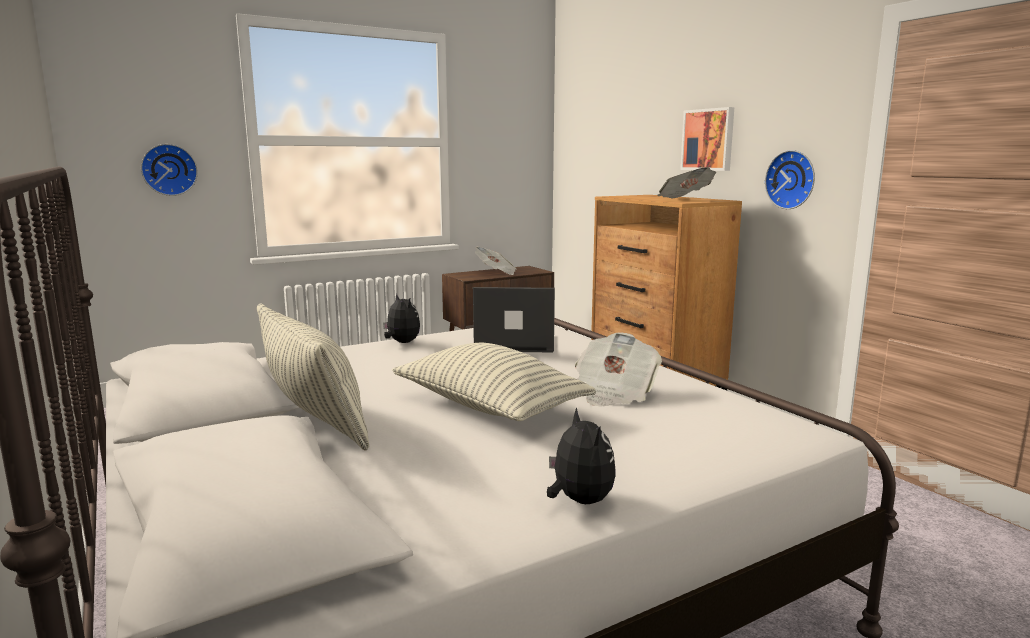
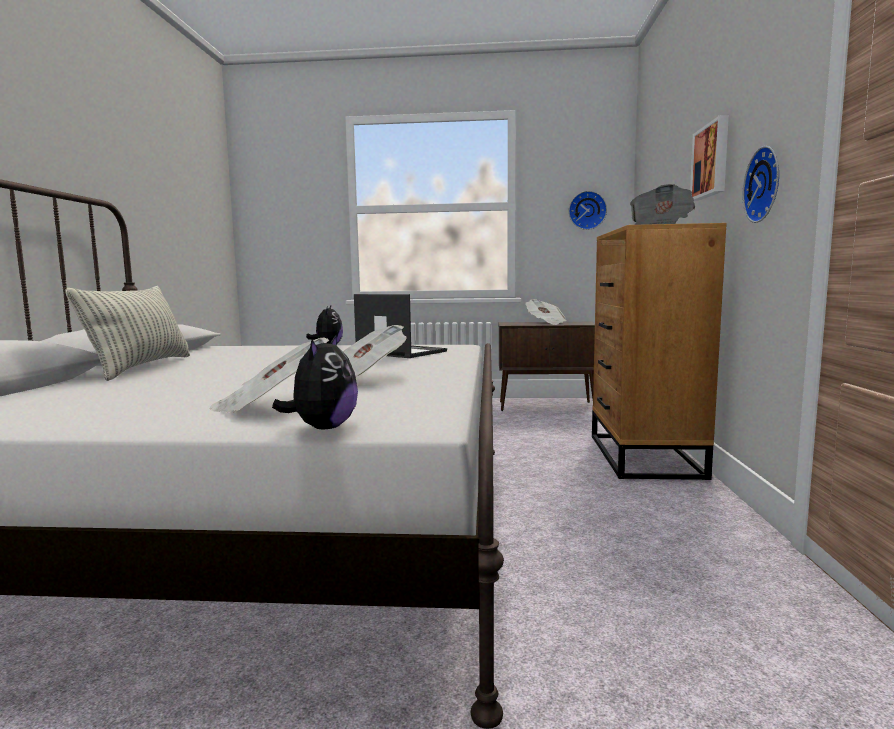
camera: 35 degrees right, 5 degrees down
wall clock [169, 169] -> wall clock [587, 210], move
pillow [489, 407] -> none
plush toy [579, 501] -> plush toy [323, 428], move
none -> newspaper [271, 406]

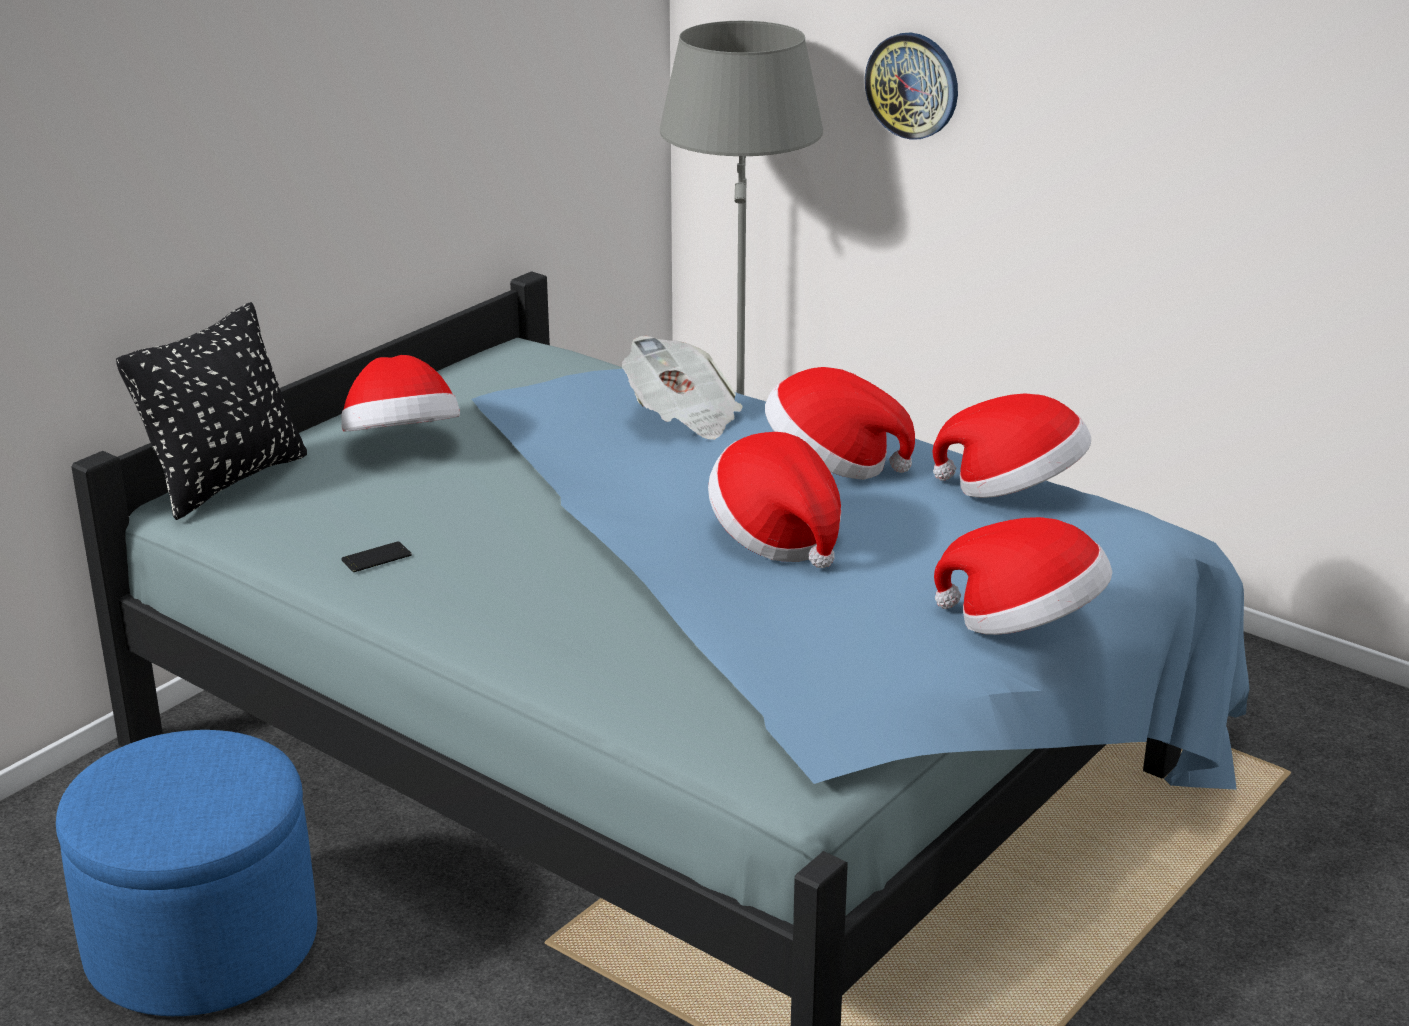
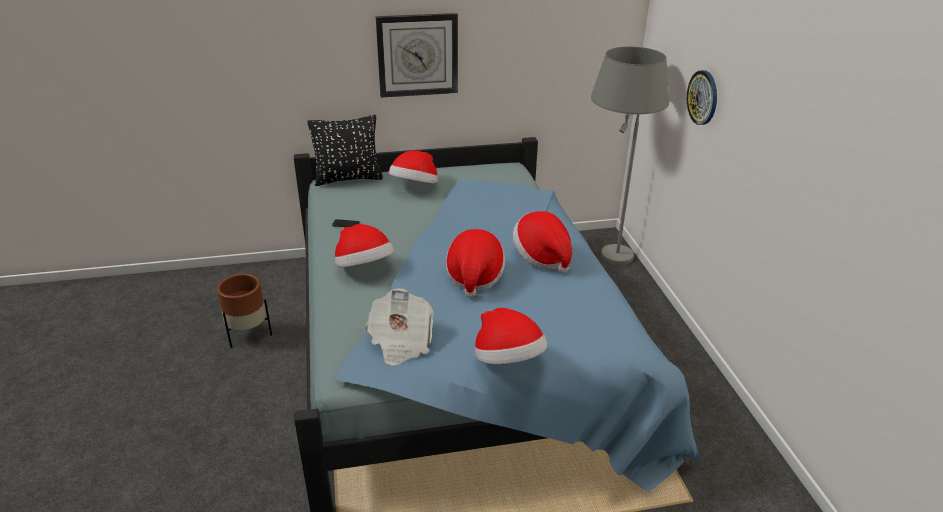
camera: 40 degrees right, 5 degrees up
blue ottoman [202, 944] -> brown planter [248, 334]
newspaper [683, 417] -> newspaper [400, 342], move
hat [1014, 490] -> hat [364, 268], move
none -> wall clock [417, 55]

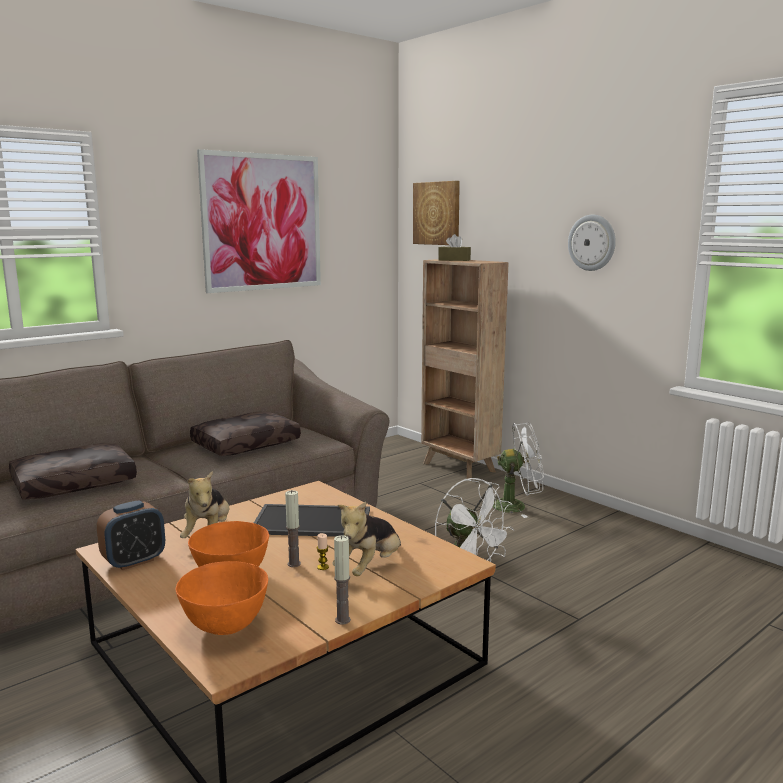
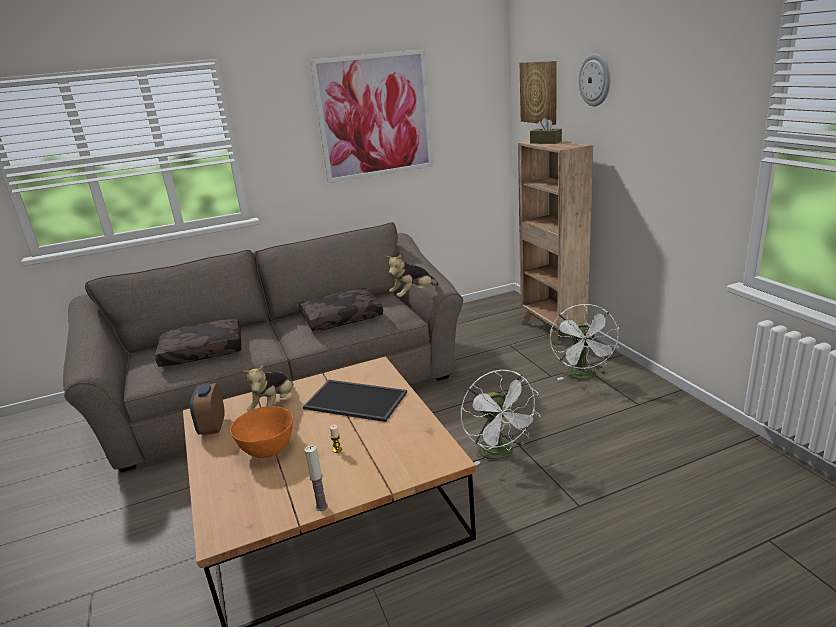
camera: 20 degrees right, 10 degrees up
alarm clock [134, 561] -> alarm clock [212, 427], 105 degrees clockwise
orange bowl [226, 626] -> none
candle [294, 564] -> none
plush toy [370, 567] -> plush toy [413, 295], move
white fan [516, 506] -> white fan [583, 376], 75 degrees clockwise
wall clock [592, 242] -> wall clock [595, 80], move

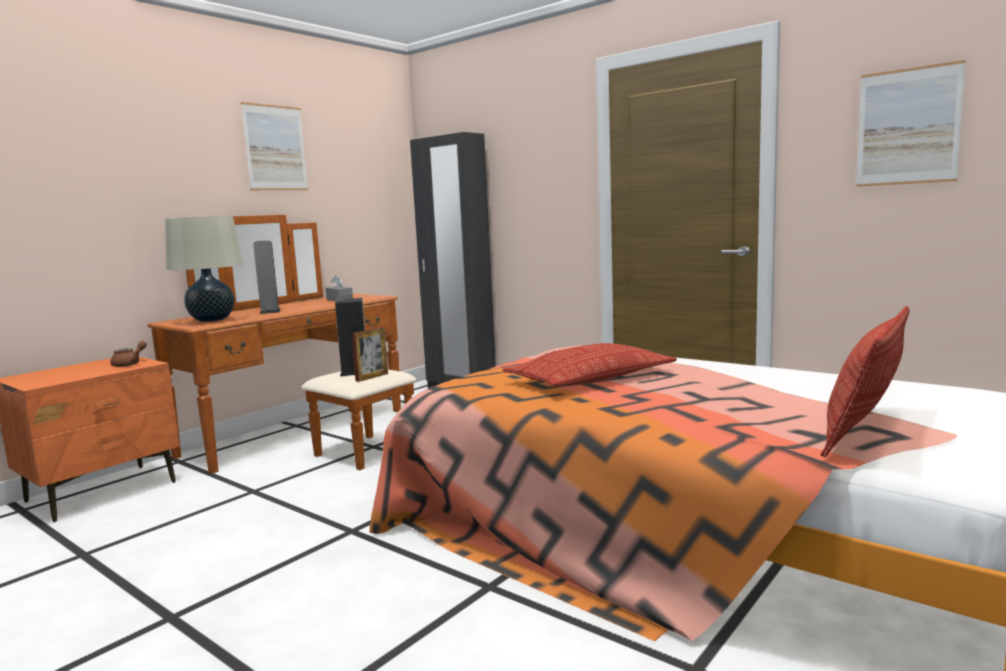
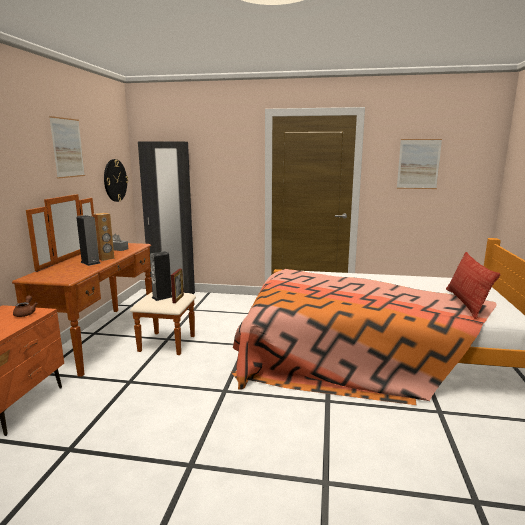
camera: 30 degrees left, 5 degrees up
beige table lamp [212, 320] -> none
pillow [590, 378] -> none
none -> brown speaker [105, 258]
none -> wall clock [115, 180]

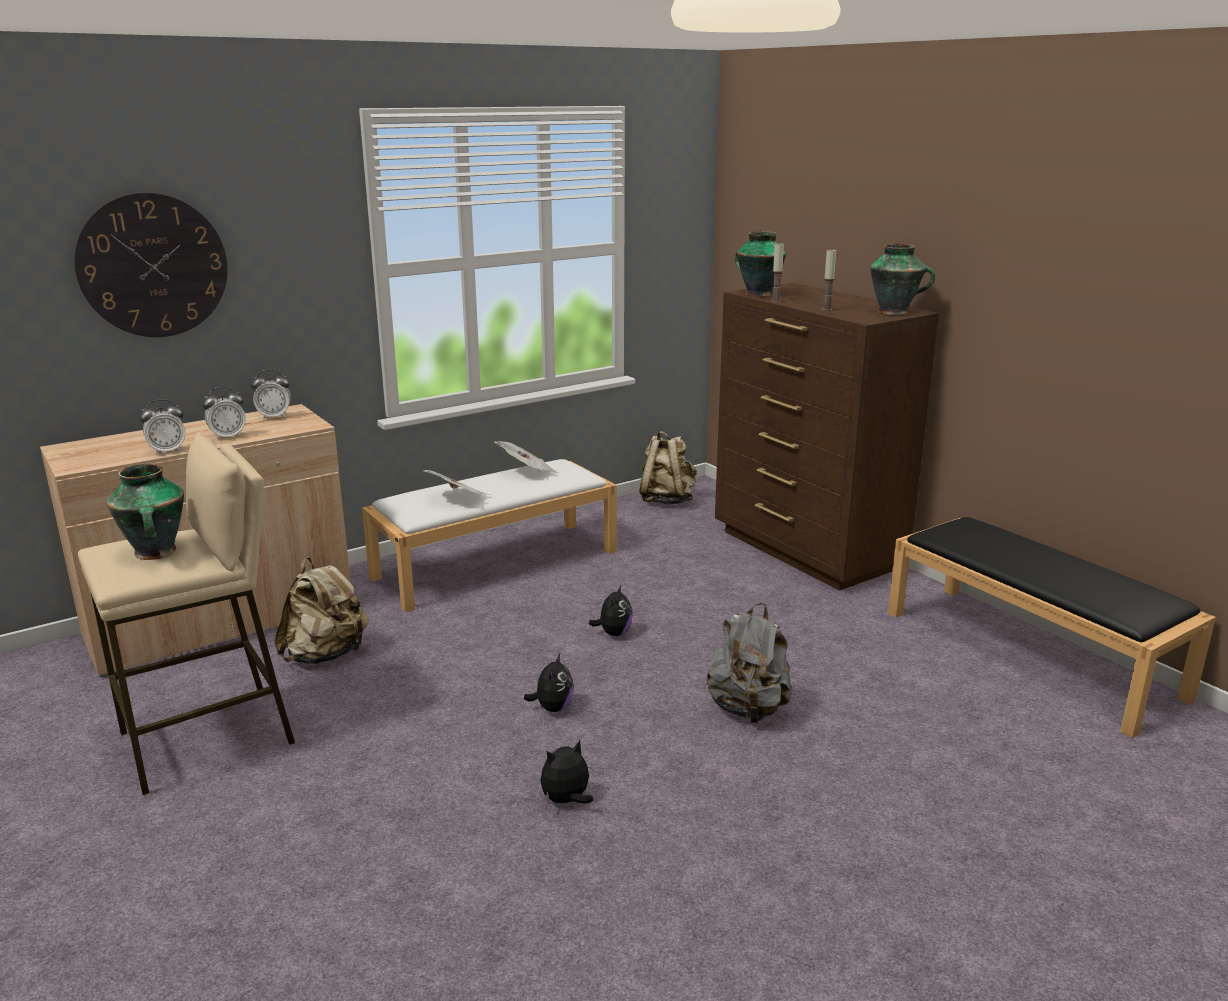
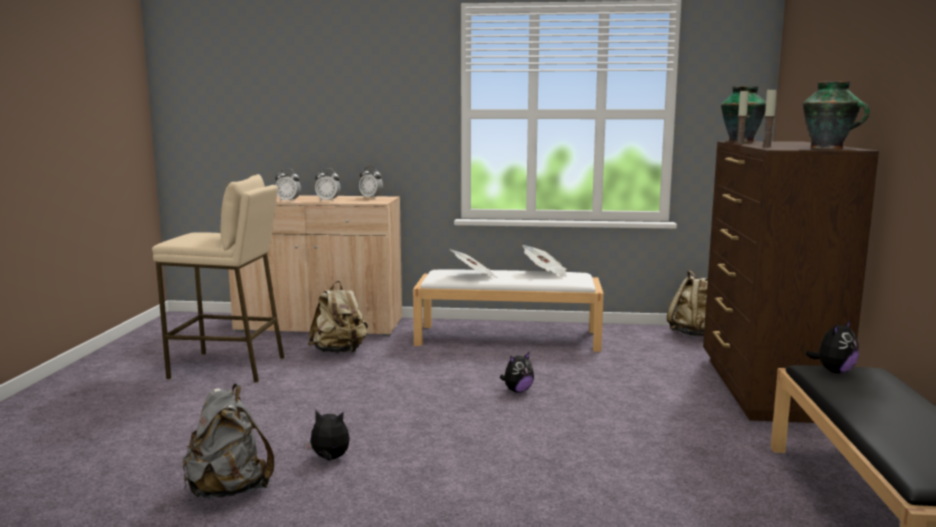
camera: 40 degrees right, 10 degrees down
wall clock [153, 266] -> none
vase [155, 553] -> none
plush toy [552, 708] -> plush toy [833, 371], move
grey backpack [748, 709] -> grey backpack [229, 490], move

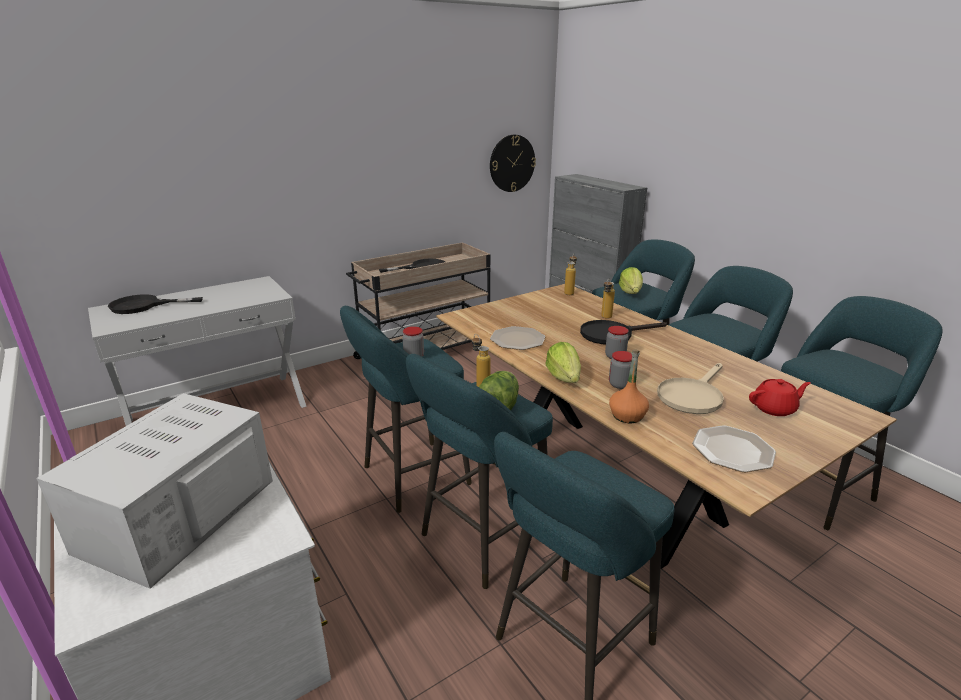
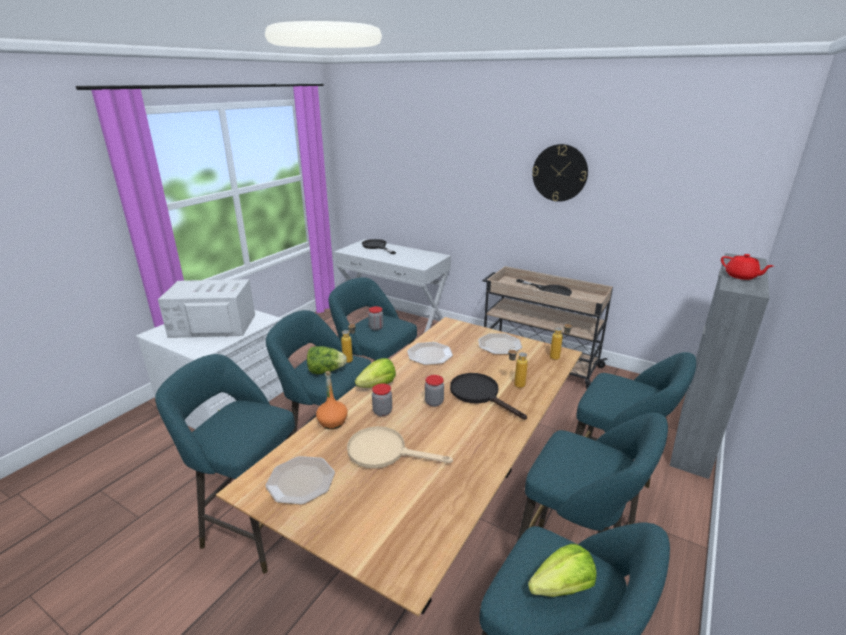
camera: 65 degrees right, 0 degrees up
wall clock [512, 163] -> wall clock [559, 173], move
lettuce [630, 293] -> lettuce [562, 587], move
red teapot [774, 408] -> red teapot [741, 276], move
none -> plate [499, 344]

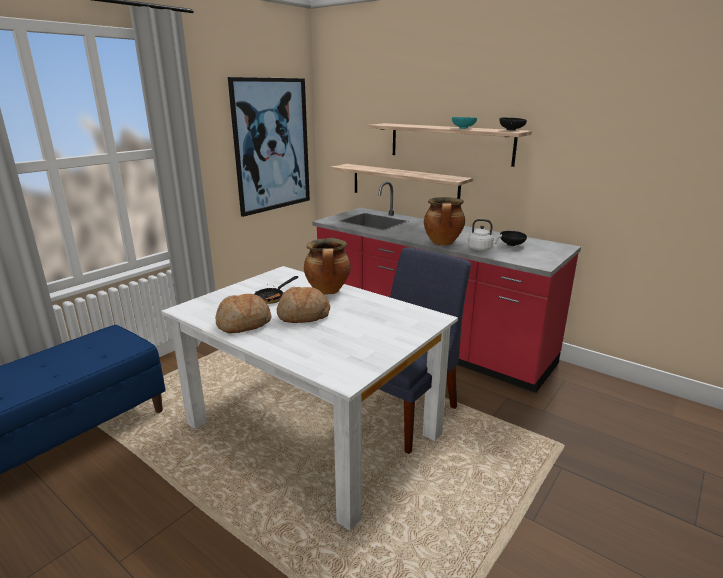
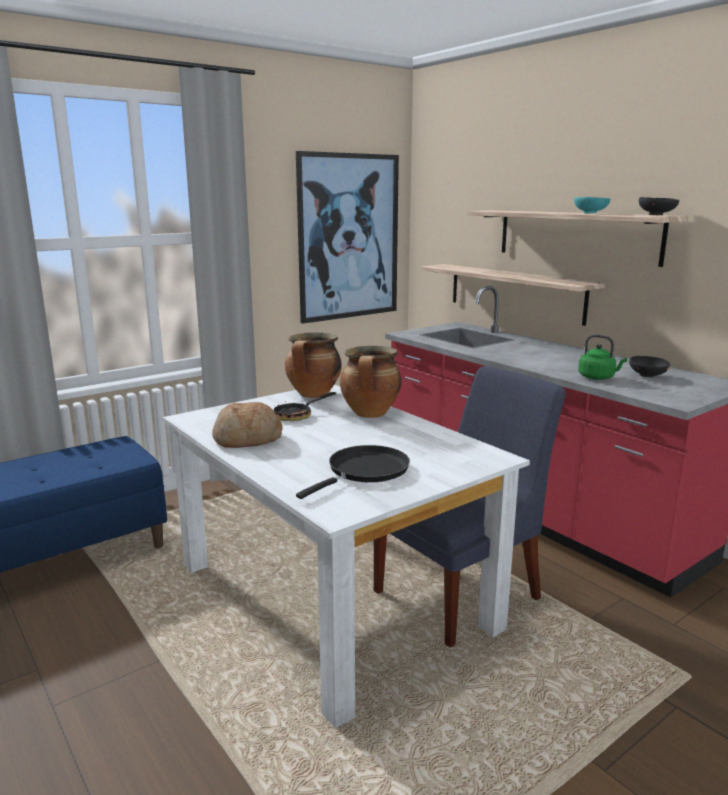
camera: 15 degrees right, 5 degrees down
bread [303, 315] -> none
cooking pot [443, 243] -> cooking pot [313, 395], move
white kettle [481, 249] -> green kettle [598, 378]
none -> black frying pan [364, 471]

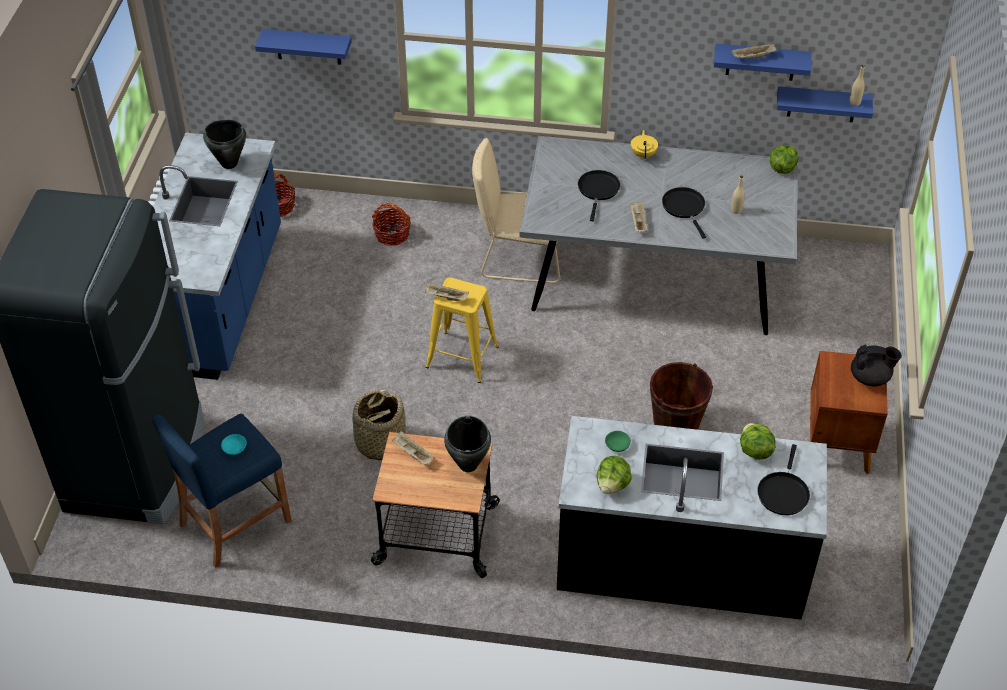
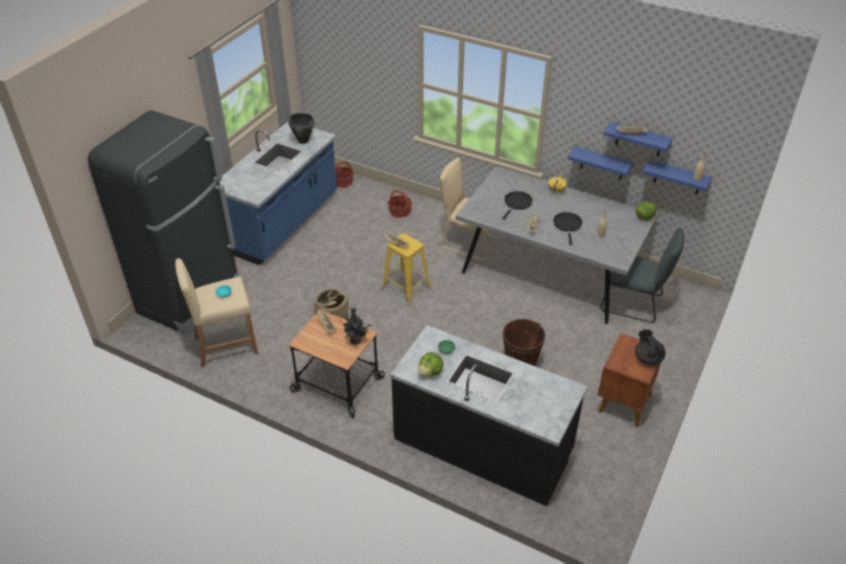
camera: 20 degrees right, 5 degrees down
blue stool [235, 522] -> beige stool [226, 345]
blue shelf [308, 46] -> blue shelf [602, 164], move
black cooking pot [468, 464] -> potted plant [356, 340]
lettuce [754, 451] -> none
black frying pan [783, 492] -> none
black teapot [870, 377] -> black teapot [648, 358], 135 degrees counterclockwise
none -> grey chair [634, 304]

